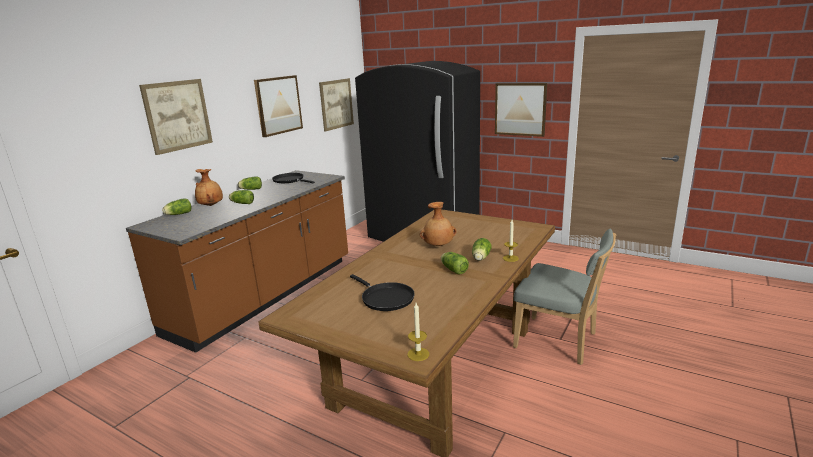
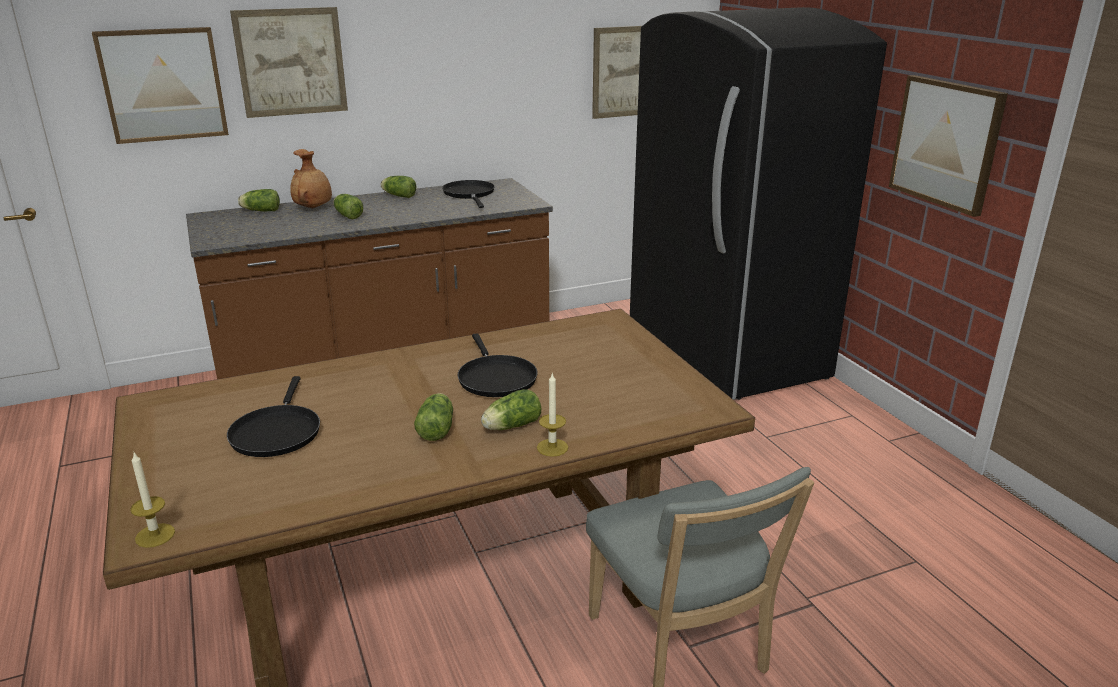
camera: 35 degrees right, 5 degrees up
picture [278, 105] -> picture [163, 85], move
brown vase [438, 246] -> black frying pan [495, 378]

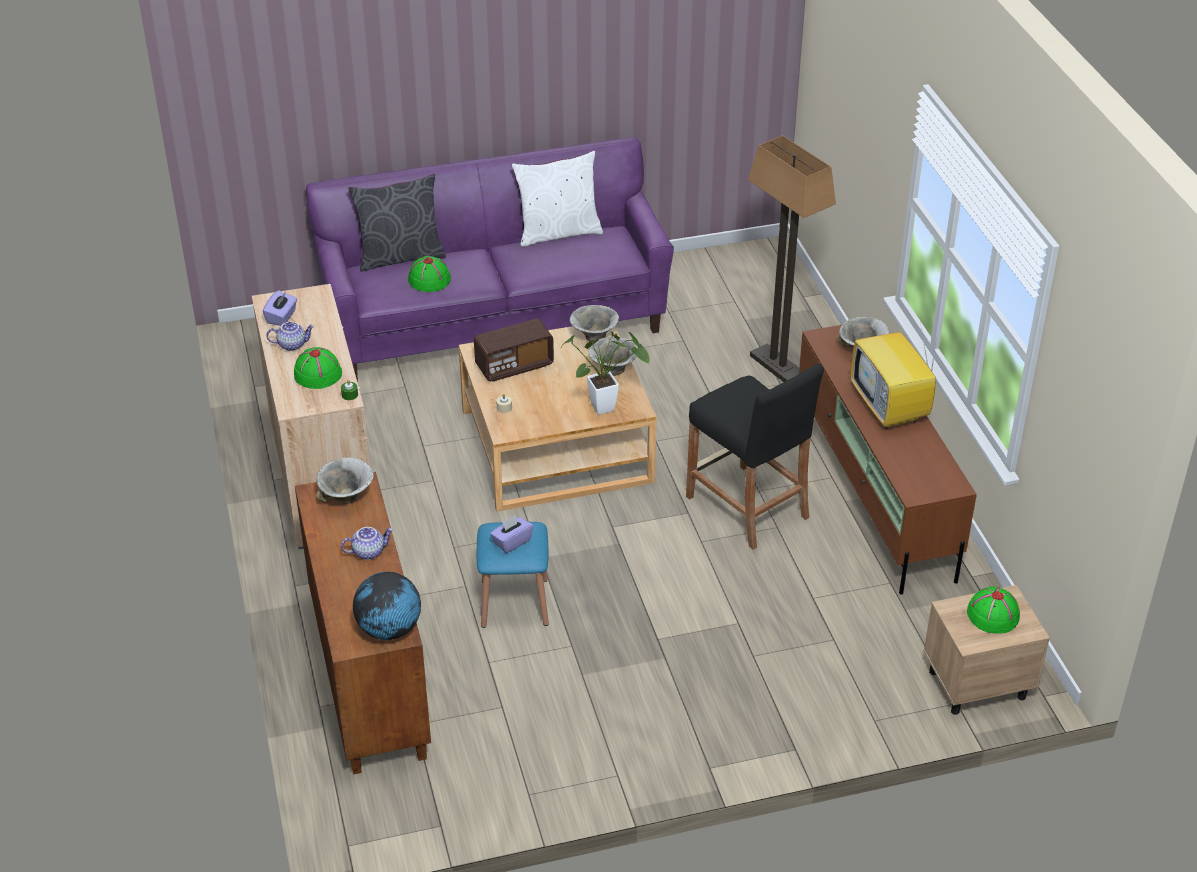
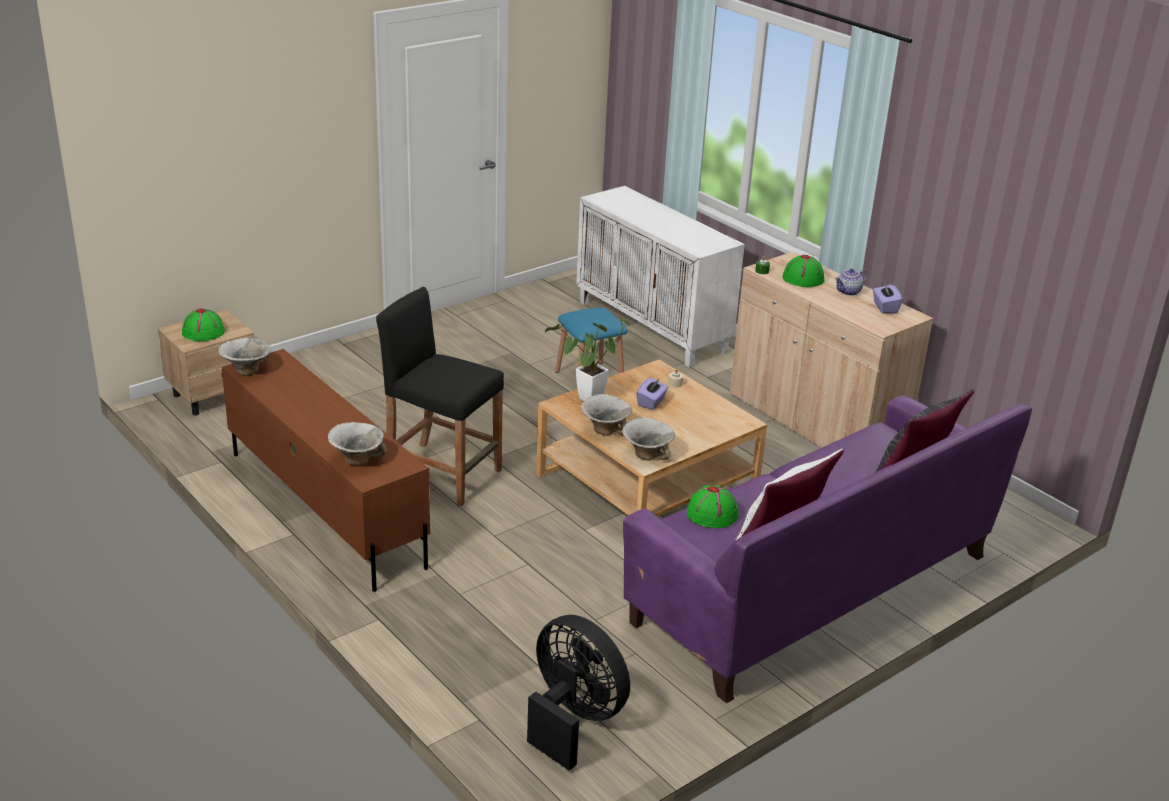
camera: 155 degrees right, 10 degrees down
brown cabinet [367, 677] -> white cabinet [653, 327]
bowl [346, 498] -> bowl [246, 370], move
teapot [368, 551] -> none
globe [389, 629] -> none
green hat [429, 279] -> green hat [712, 514], move
radio [514, 366] -> none
purple tissue box [512, 542] -> purple tissue box [651, 402], move
floor lamp [778, 366] -> none
television [890, 409] -> none
none -> black fan [573, 719]

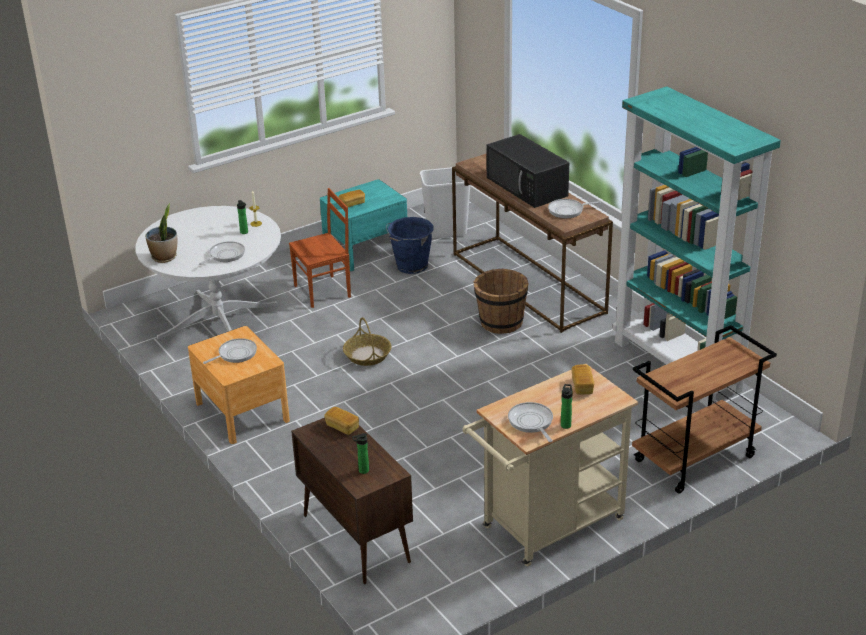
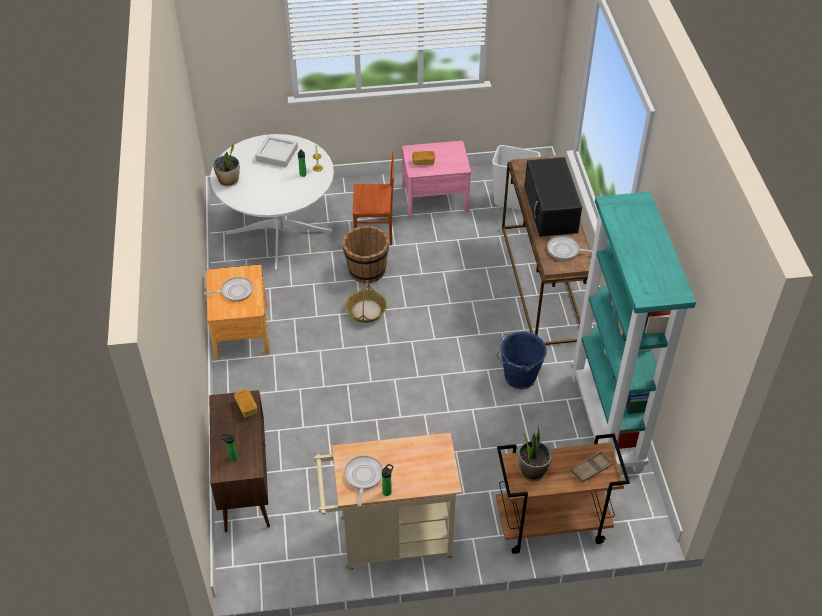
camera: 25 degrees right, 15 degrees up
frying pan [225, 255] -> none
turquoise nightstand [366, 250] -> pink nightstand [435, 198]
blue bucket [411, 266] -> blue bucket [518, 377], move
brown bucket [500, 322] -> brown bucket [366, 270], move
bread [582, 386] -> none
none -> grey tray [277, 154]
none -> potted plant [532, 470]
none -> brown tray [591, 469]

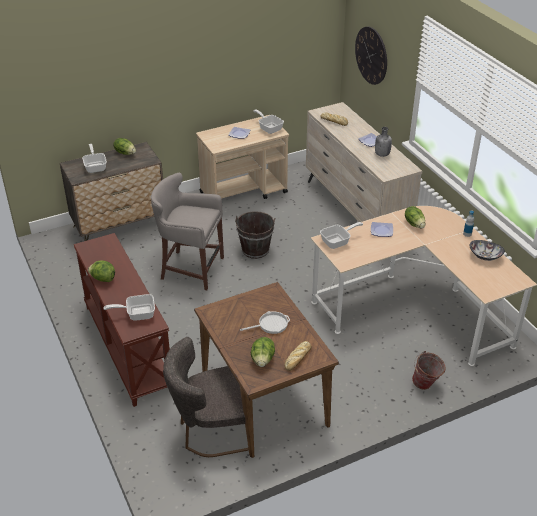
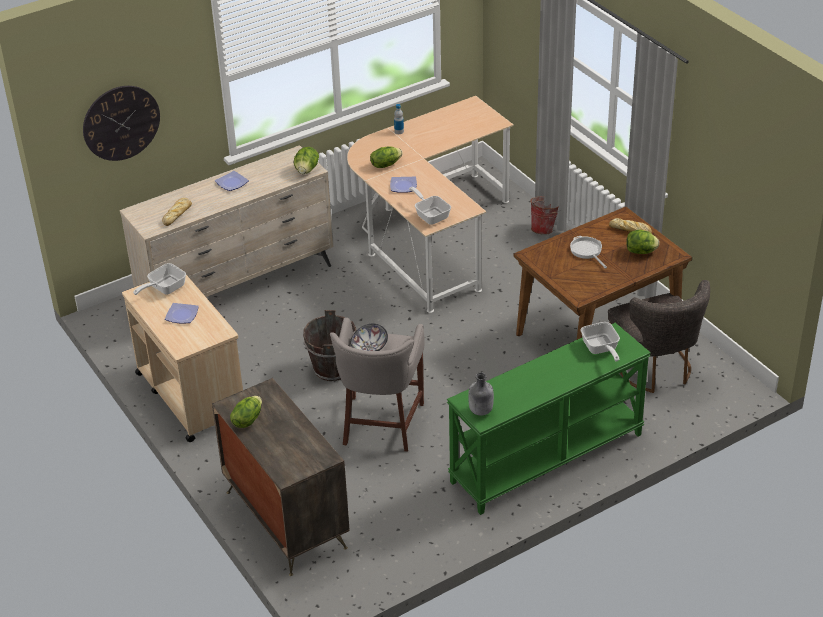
camera: 95 degrees left, 0 degrees up
brown console table [126, 347] -> green console table [547, 459]
frying pan [95, 166] -> none
lettuce [103, 279] -> lettuce [306, 170], move
grey bottle [381, 154] -> grey bottle [480, 411], move
bowl [485, 256] -> bowl [369, 348], move

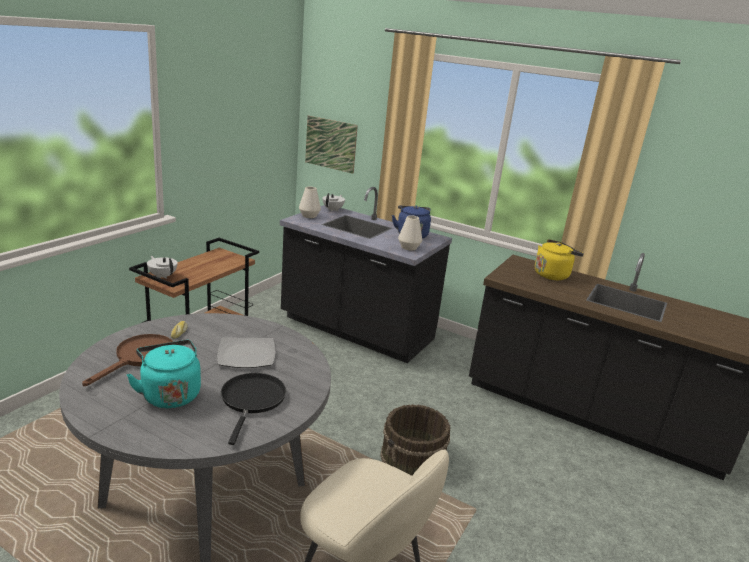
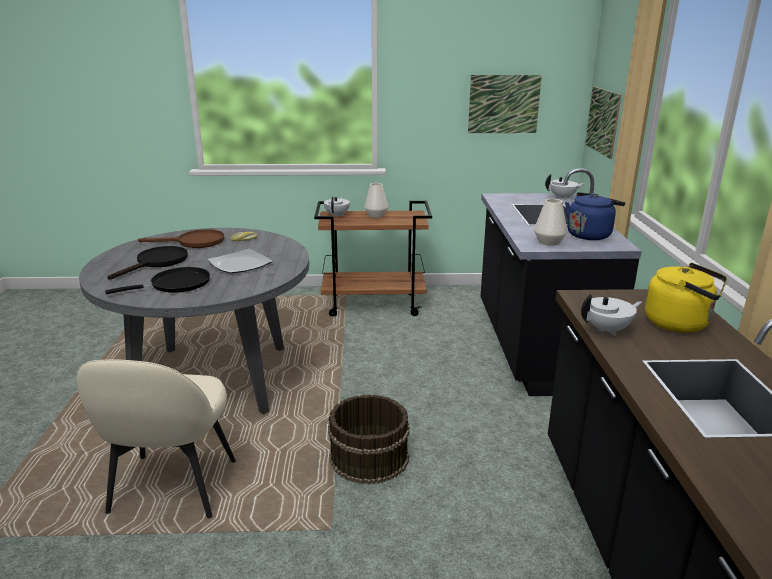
camera: 60 degrees right, 0 degrees up
turquoise kettle [170, 394] -> black frying pan [157, 262]
white vase [309, 216] -> white vase [376, 215], move
none -> picture [504, 104]
none -> white teapot [607, 330]

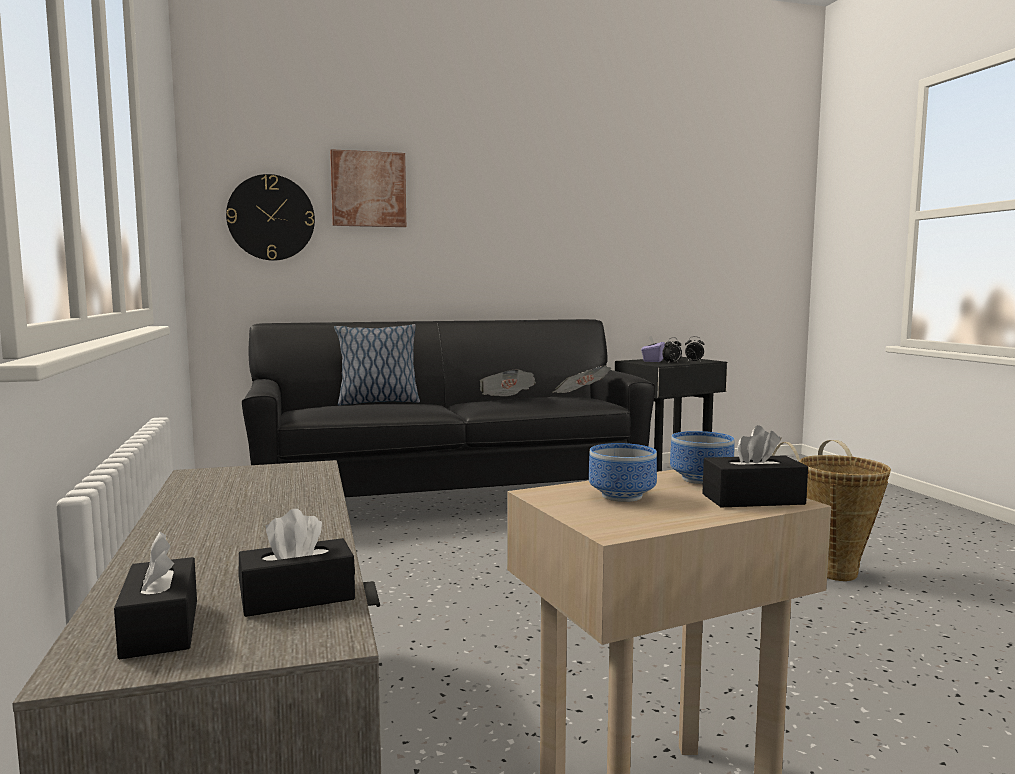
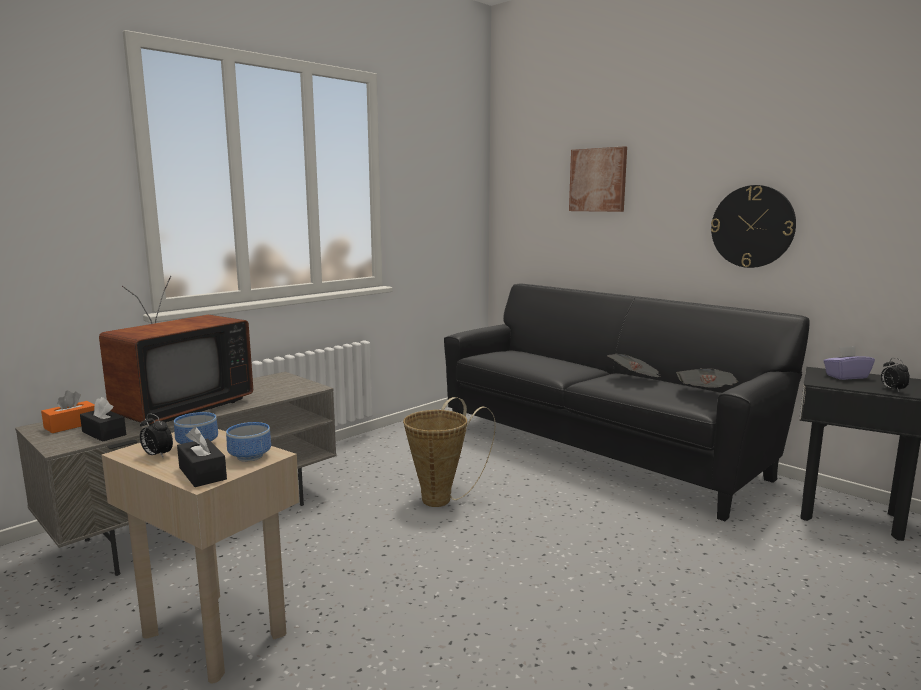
camera: 60 degrees right, 5 degrees up
black tissue box [160, 628] -> orange tissue box [71, 425]
wall clock [271, 217] -> wall clock [752, 226], move
pillow [377, 402] -> none
alarm clock [672, 363] -> alarm clock [157, 455], move
basket [831, 570] -> basket [442, 499], move
none -> television [178, 409]

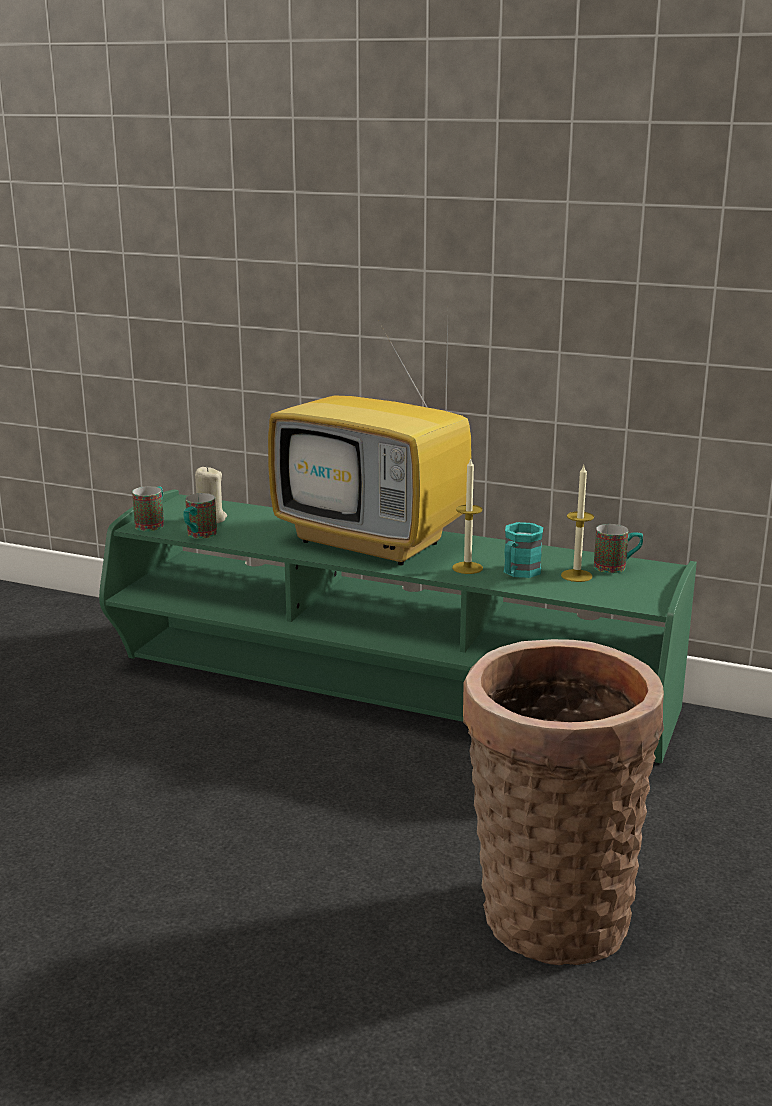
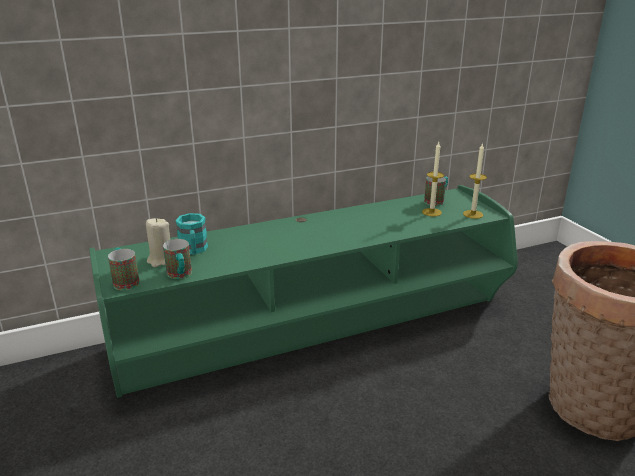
camera: 45 degrees left, 5 degrees up
television [375, 542] -> none
candle [467, 568] -> candle [473, 214], move
turquoise mug [518, 573] -> turquoise mug [194, 250], move

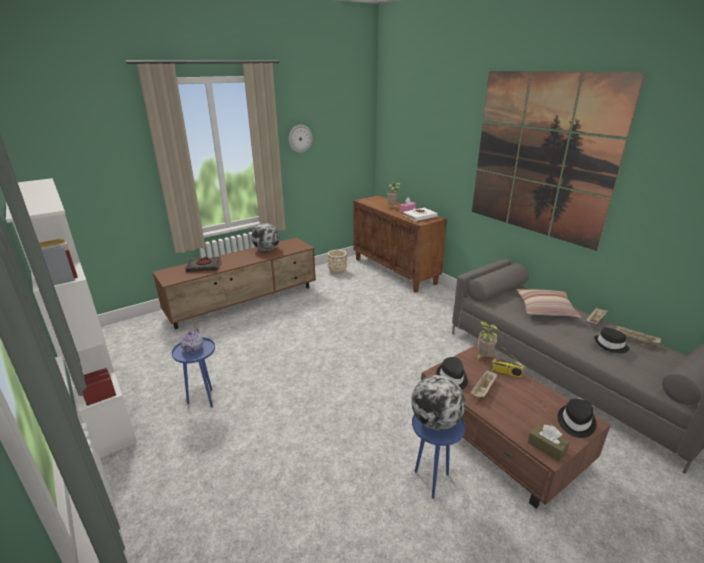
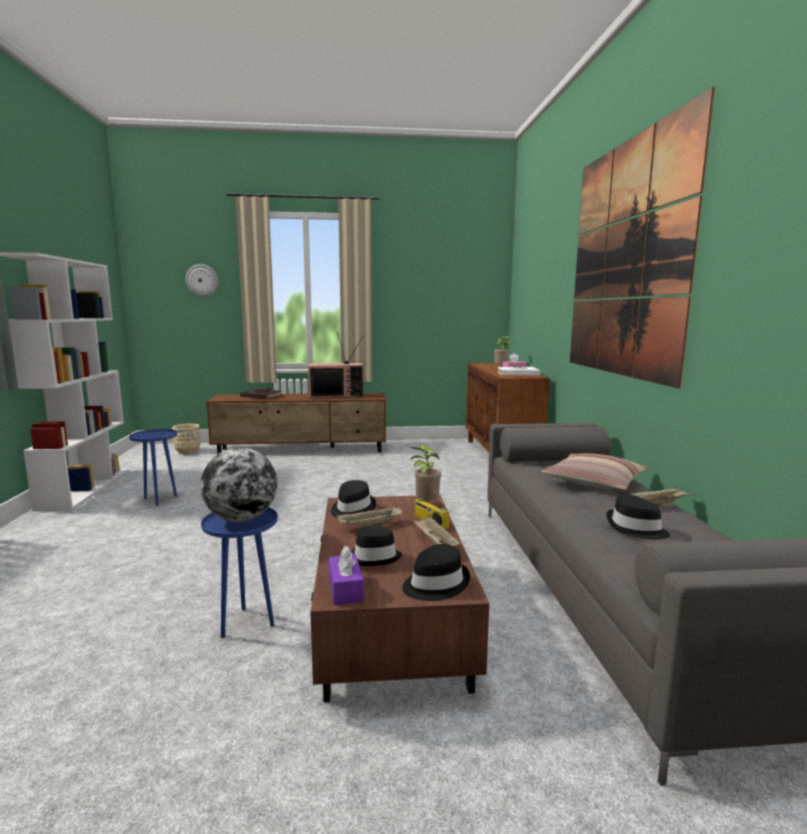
camera: 30 degrees right, 15 degrees down
teapot [193, 348] -> none
globe [266, 250] -> television [336, 395]
wall clock [300, 138] -> wall clock [202, 280], move
beige planter [337, 271] -> beige planter [188, 451], move
brown tissue box [546, 447] -> purple tissue box [345, 589]
beige tray [635, 340] -> beige tray [435, 543], move
none -> black hat [374, 557]

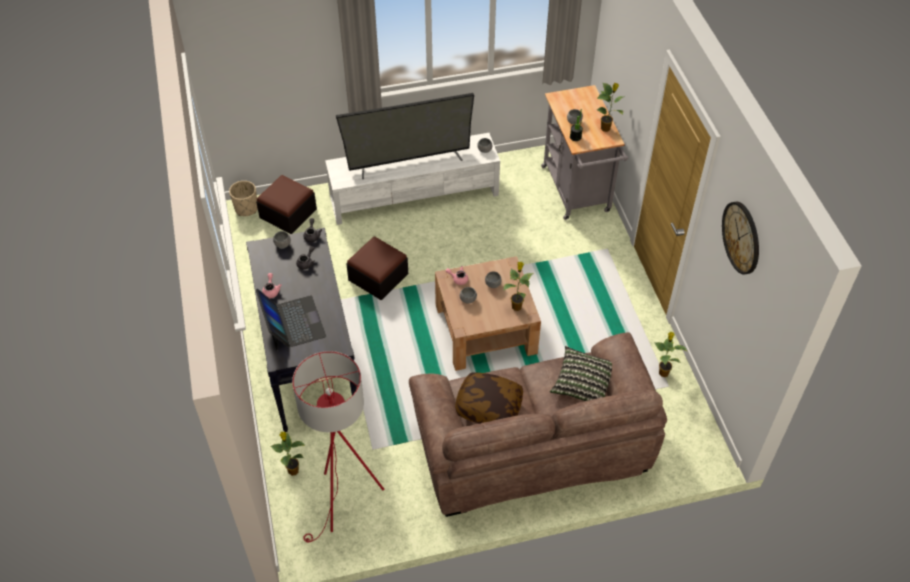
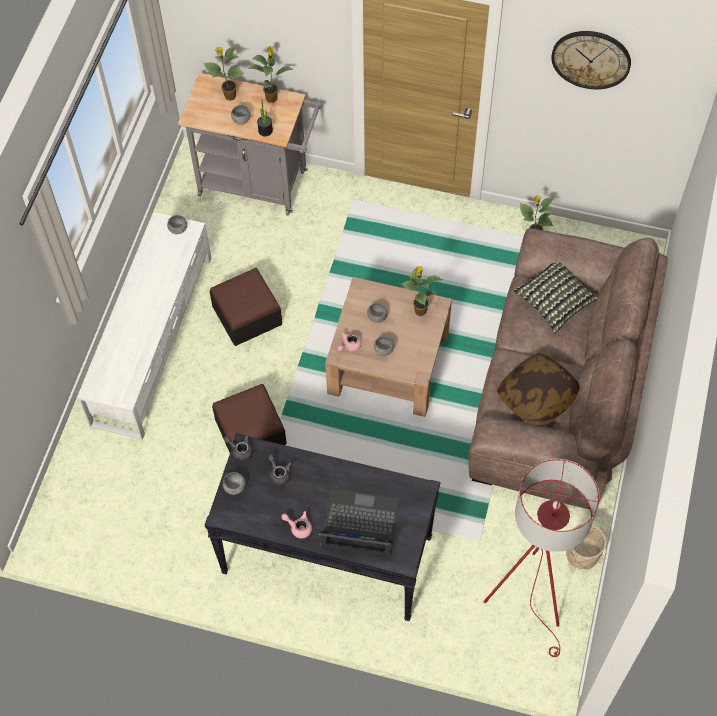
camera: 60 degrees left, 10 degrees up
beige planter [246, 209] -> beige planter [582, 554], move
ottoman [288, 213] -> ottoman [247, 315], move
potted plant [292, 470] -> potted plant [229, 96], move
television [409, 161] -> none

